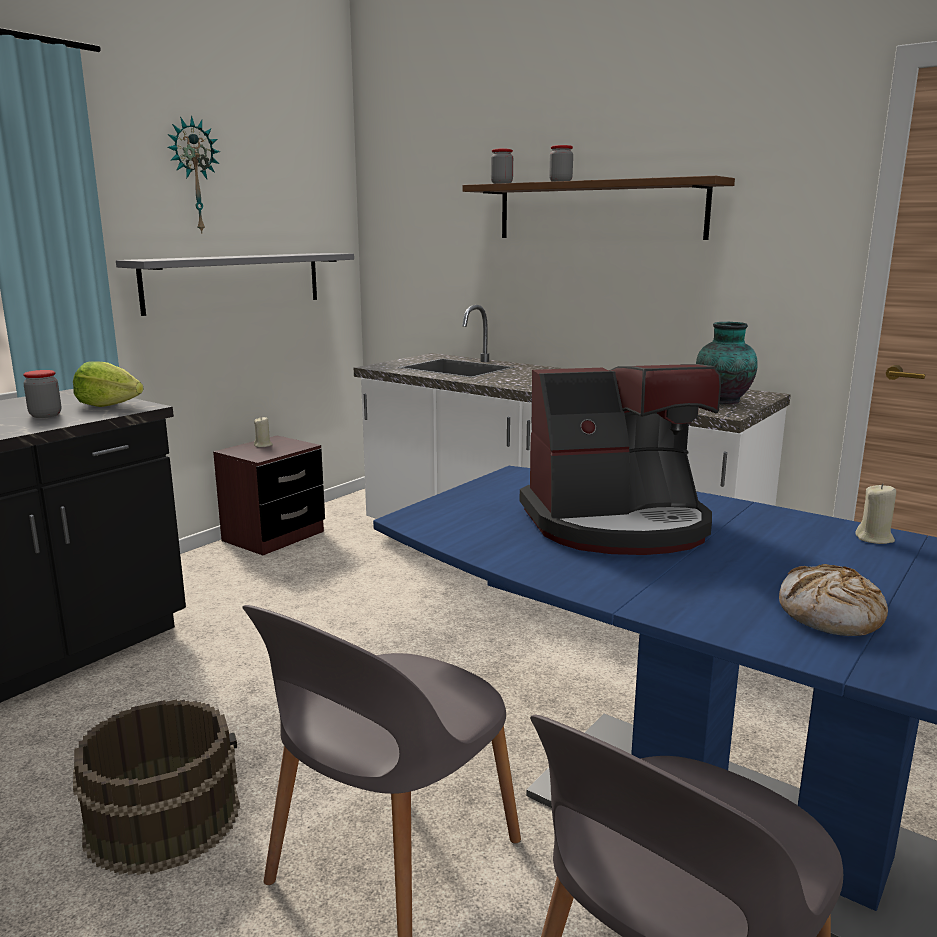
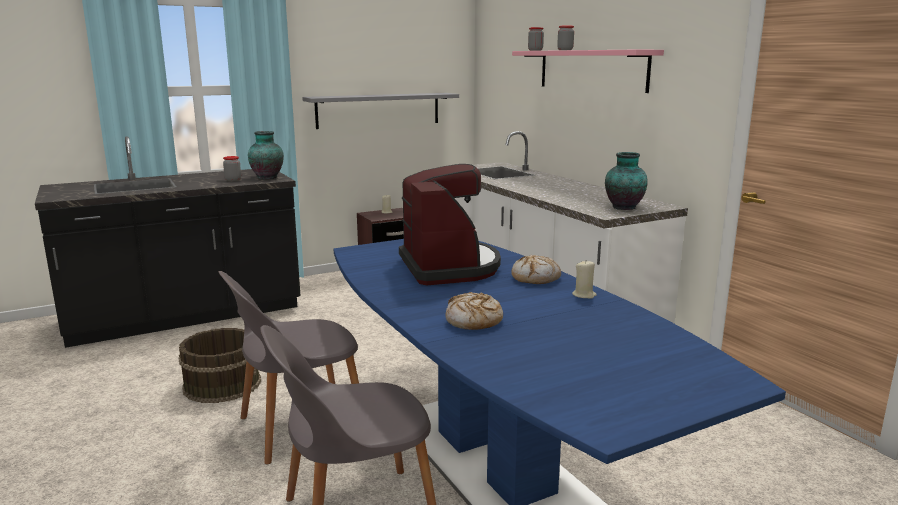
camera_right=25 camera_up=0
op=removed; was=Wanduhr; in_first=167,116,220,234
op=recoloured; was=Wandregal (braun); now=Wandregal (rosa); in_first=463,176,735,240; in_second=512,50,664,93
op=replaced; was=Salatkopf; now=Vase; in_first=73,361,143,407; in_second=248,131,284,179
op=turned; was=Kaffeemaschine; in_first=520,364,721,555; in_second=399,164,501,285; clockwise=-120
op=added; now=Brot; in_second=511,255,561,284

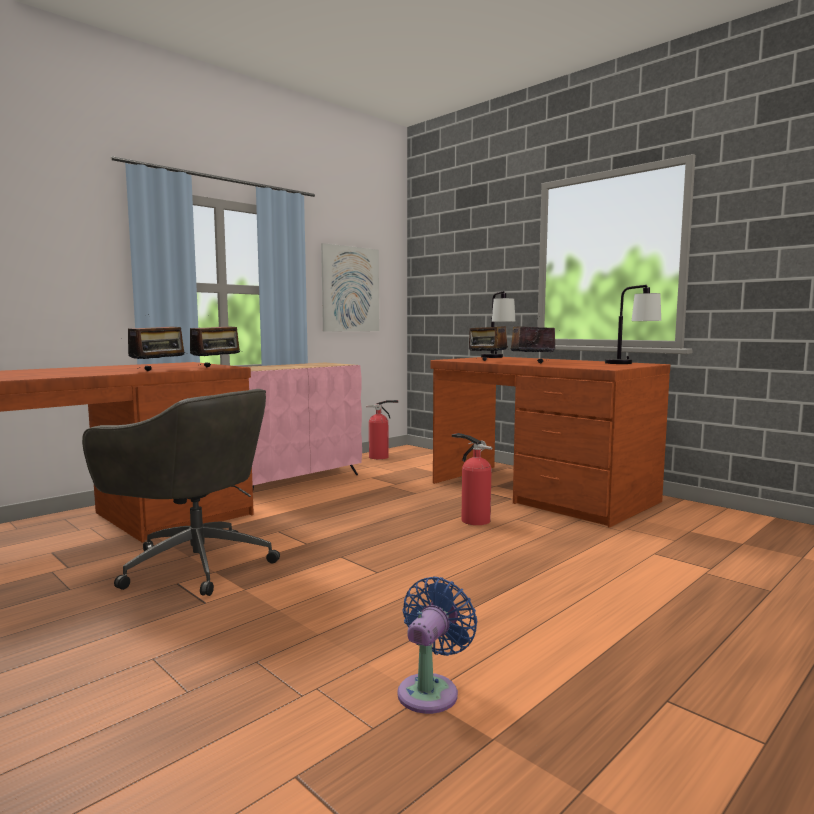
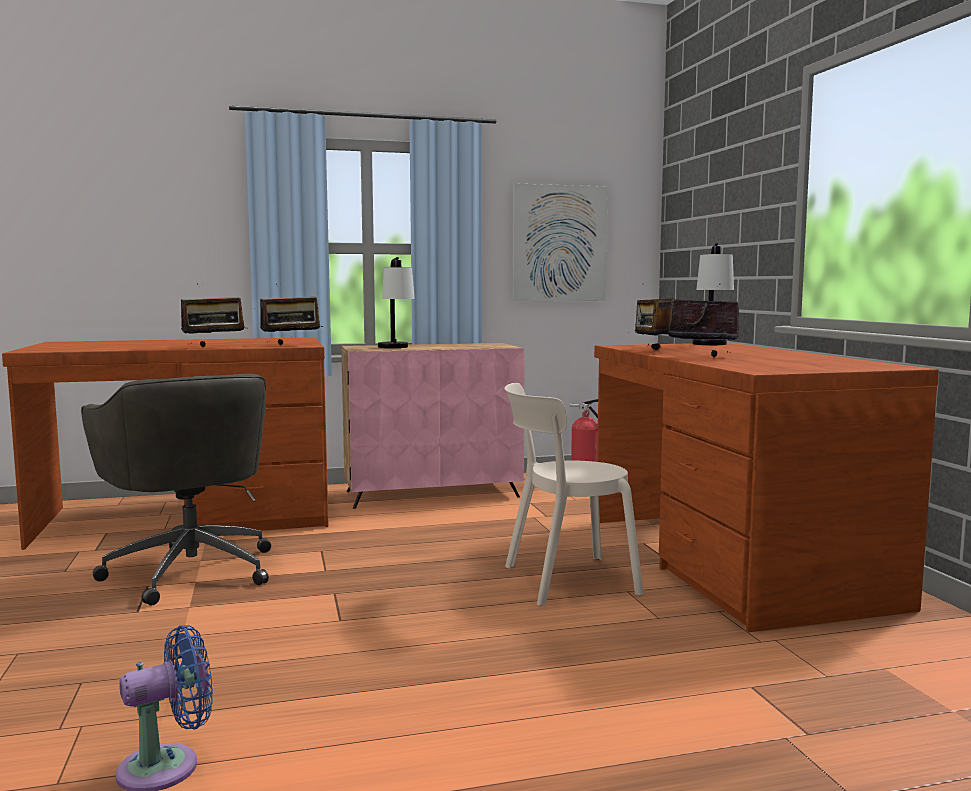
camera_right=30 camera_up=0
op=moved; was=Tischlampe; in_first=605,285,661,364; in_second=378,257,415,348
op=replaced; was=Feuerlöscher; now=Stuhl (beige); in_first=452,433,492,525; in_second=504,382,643,606

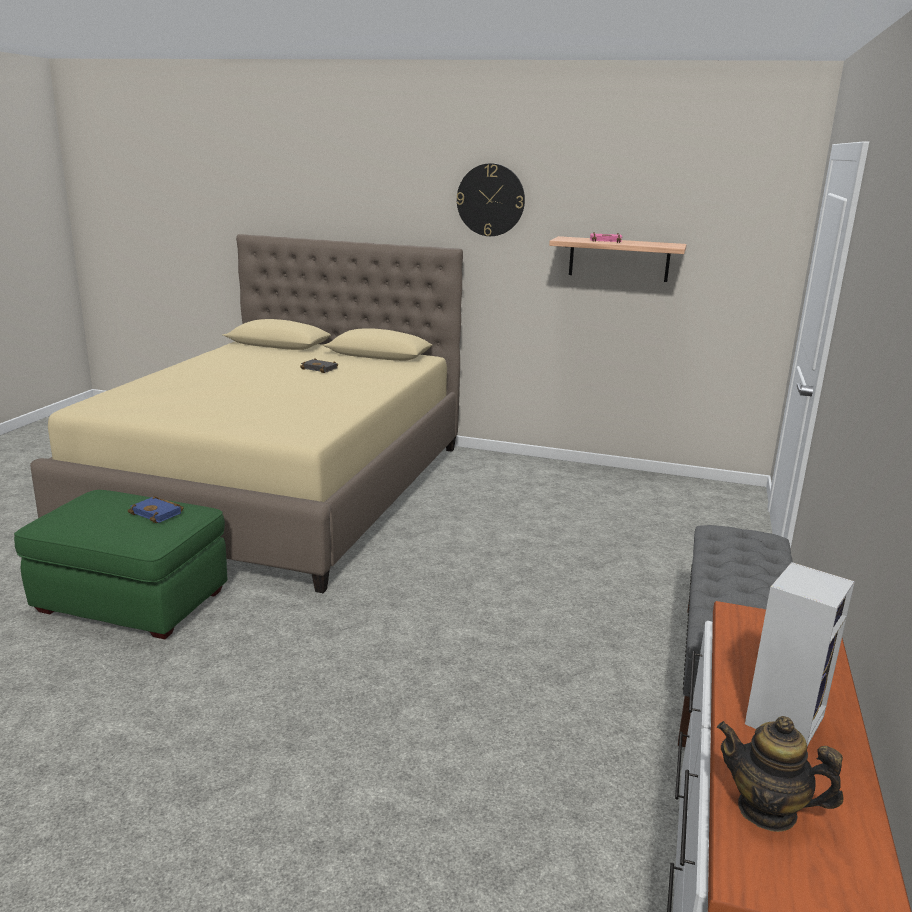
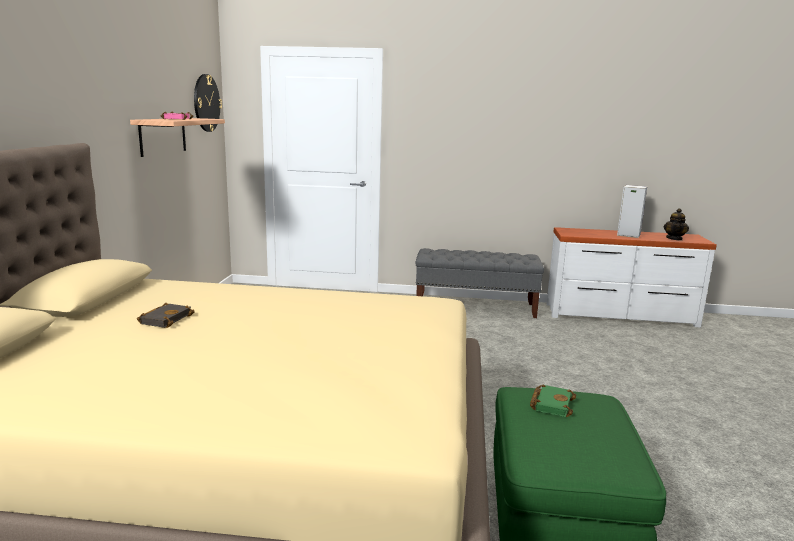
camera_right=-100 camera_up=-5
op=moved; was=Wanduhr; in_first=457,163,525,236; in_second=194,74,222,132
op=recoloured; was=Buch (blau); now=Buch (grün); in_first=128,496,184,523; in_second=530,384,576,417

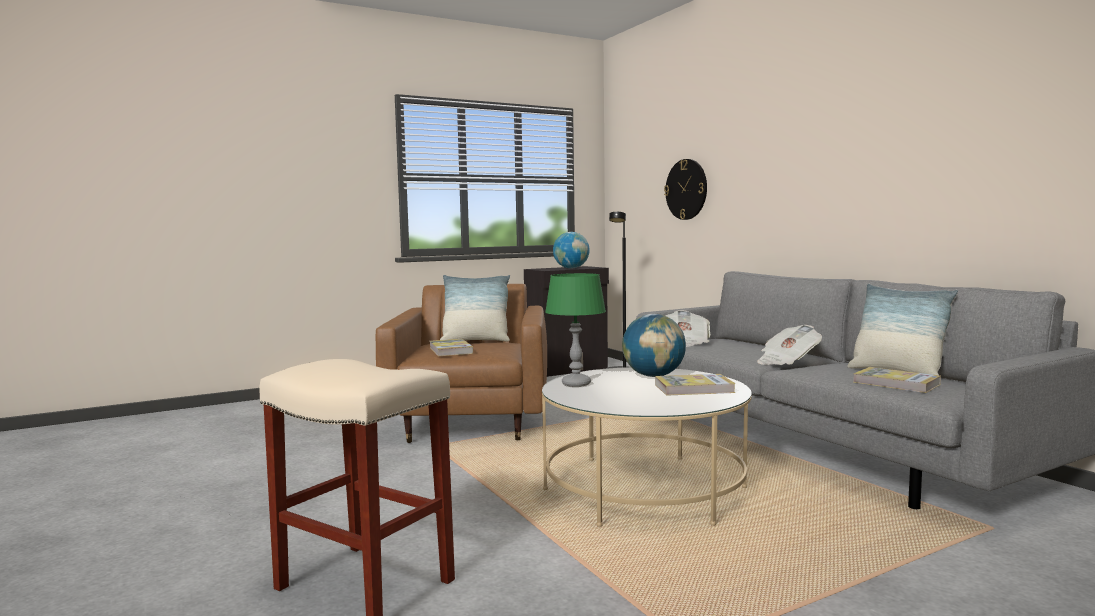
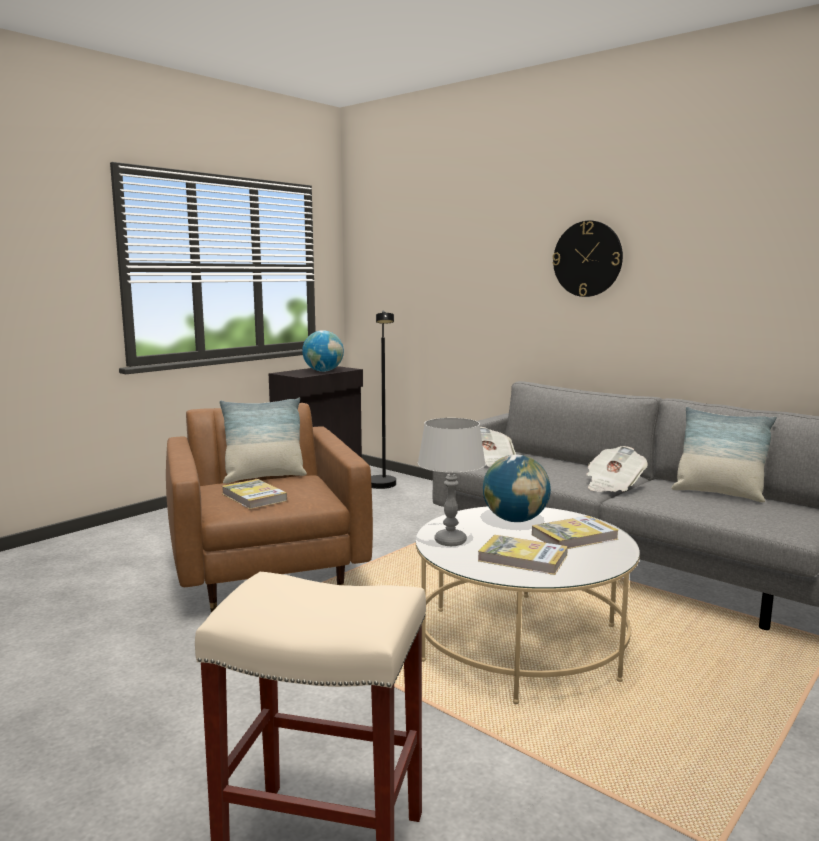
camera_right=-20 camera_up=5
op=moved; was=Wanduhr; in_first=664,159,707,220; in_second=552,221,623,297
op=recoloured; was=Tischlampe (grün); now=Tischlampe (grau); in_first=545,273,606,387; in_second=418,418,486,546
op=moved; was=Buch; in_first=853,367,941,393; in_second=478,535,568,575

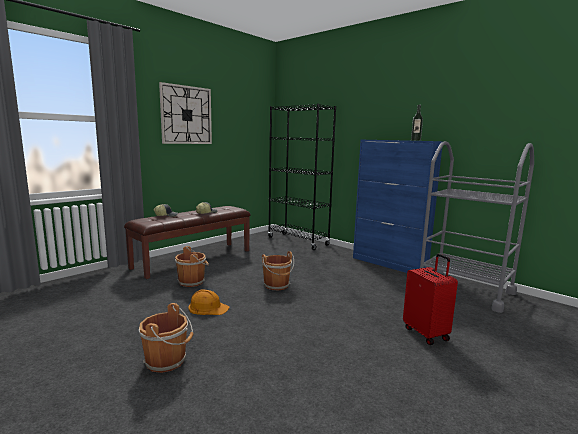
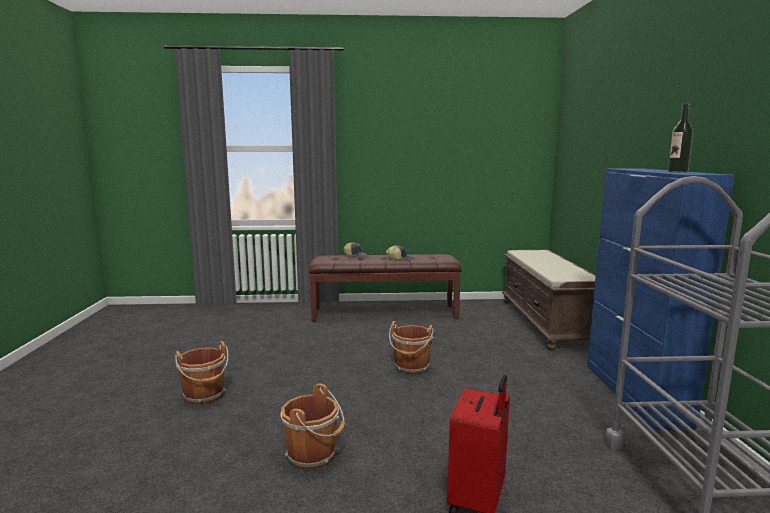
camera_right=45 camera_up=0
op=removed; was=Wanduhr; in_first=159,82,212,144
op=replaced; was=Bücherregal (schwarz); now=Bank (braun); in_first=268,104,336,250; in_second=502,250,596,351
op=moved; was=Eimer (braun); in_first=175,246,209,287; in_second=280,383,345,470
op=removed; was=Schutzhelm (orange); in_first=188,289,229,315

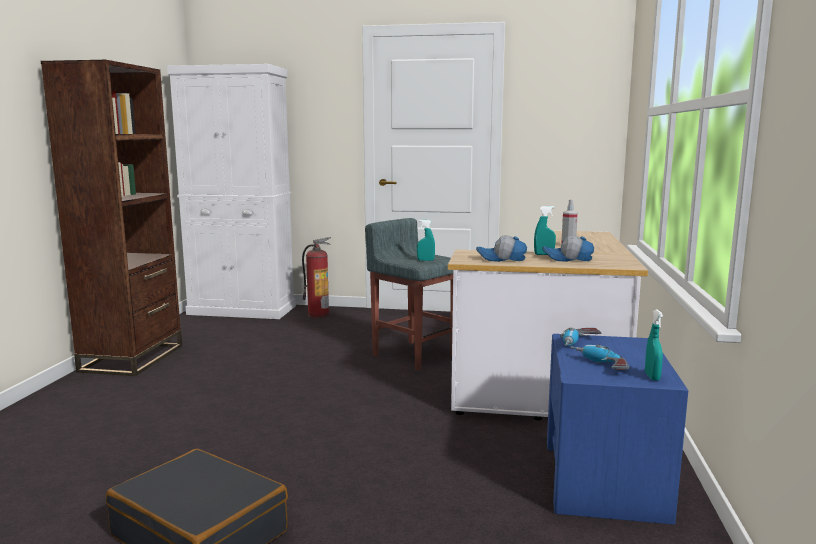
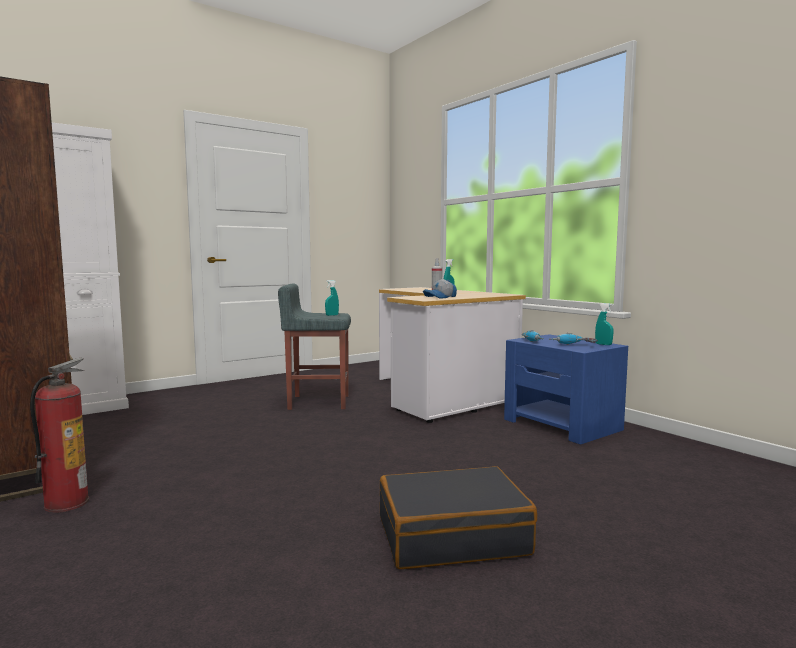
camera_right=-45 camera_up=-5
op=removed; was=Kappe; in_first=542,235,594,262
op=moved; was=Feuerlöscher; in_first=302,237,331,318; in_second=30,358,89,513

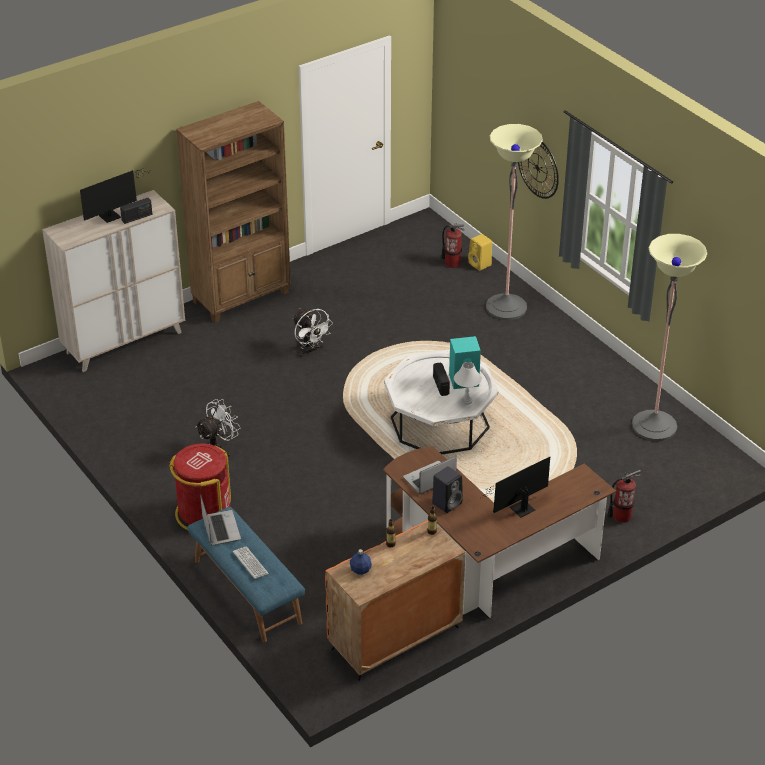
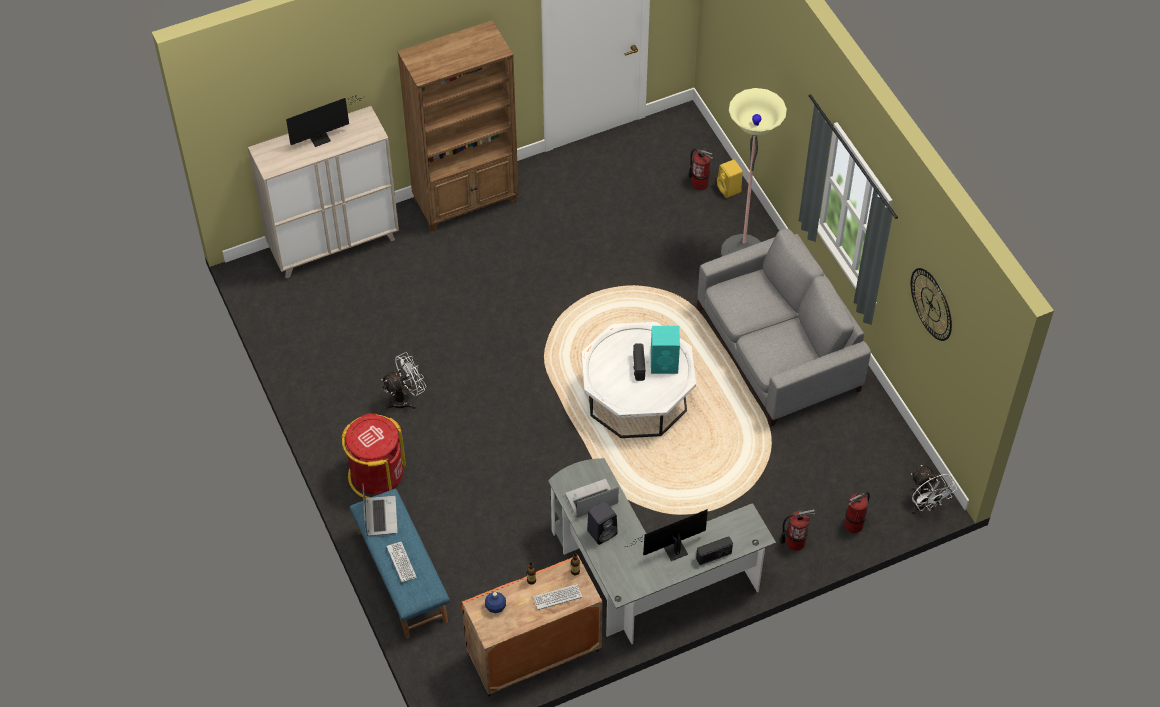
camera_right=10 camera_up=15
op=moved; was=Wanduhr; in_first=518,142,559,199; in_second=911,268,952,341
op=moved; was=Radio; in_first=120,198,152,224; in_second=696,537,733,565
op=removed; was=Stehlampe; in_first=632,234,707,441
op=moved; was=Ventilator (weiß); in_first=293,309,333,357; in_second=911,465,957,514
op=removed; was=Tischlampe (weiß); in_first=454,362,482,405
op=recoloured; was=Schreibtisch (braun); now=Schreibtisch (grau); in_first=383,446,616,618; in_second=548,458,776,644
op=added; now=Sofa (grau); in_second=697,229,871,426
op=added; now=Feuerlöscher; in_second=844,492,870,533
op=added; now=Tastatur; in_second=533,584,582,610

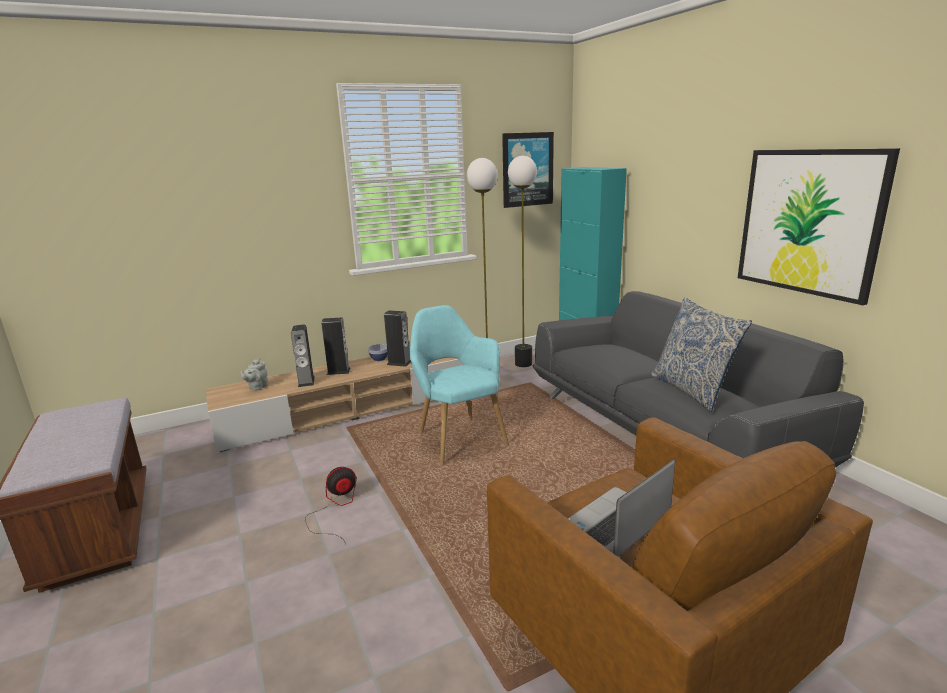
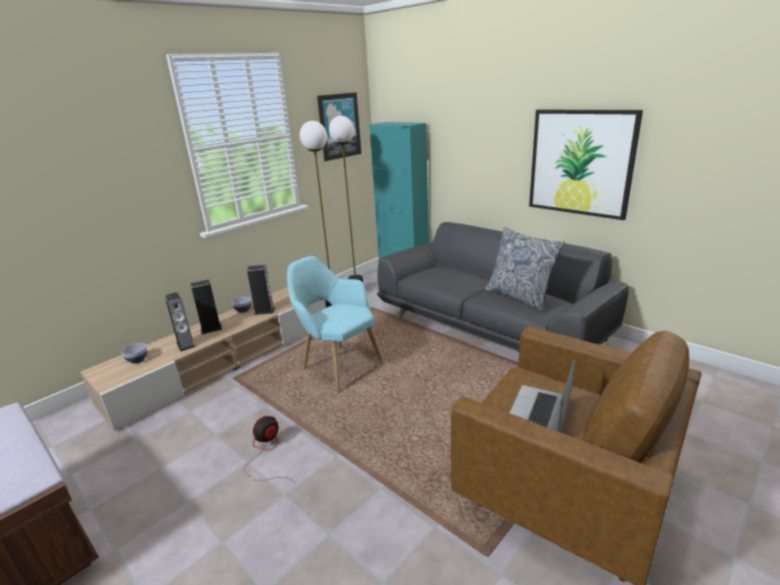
camera_right=-20 camera_up=5
op=replaced; was=Teekanne (grau); now=Schüssel; in_first=240,358,268,391; in_second=122,343,147,364

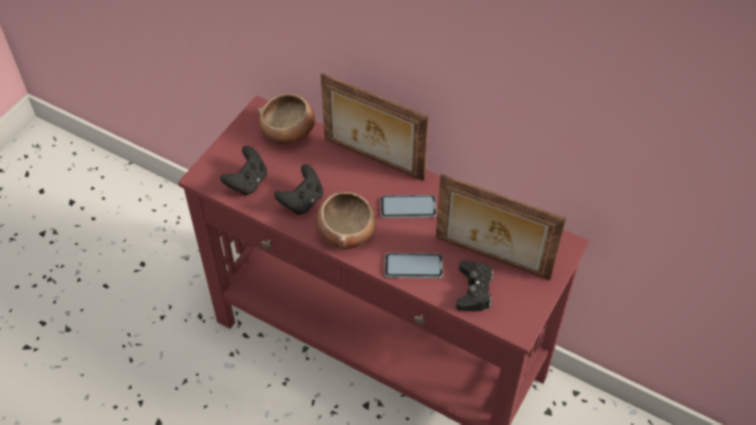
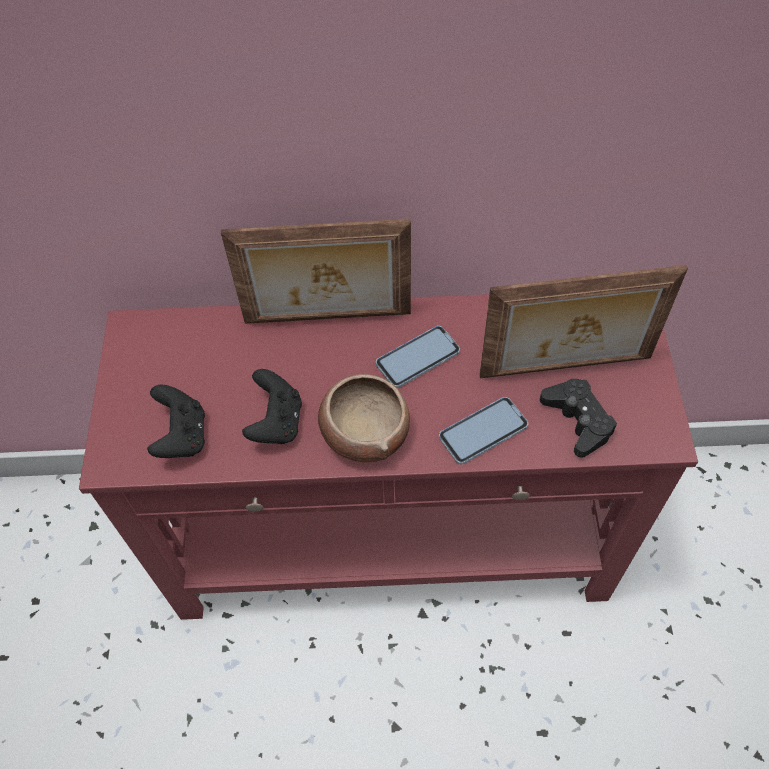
camera_right=-30 camera_up=5
op=removed; was=Schüssel; in_first=258,94,315,145

